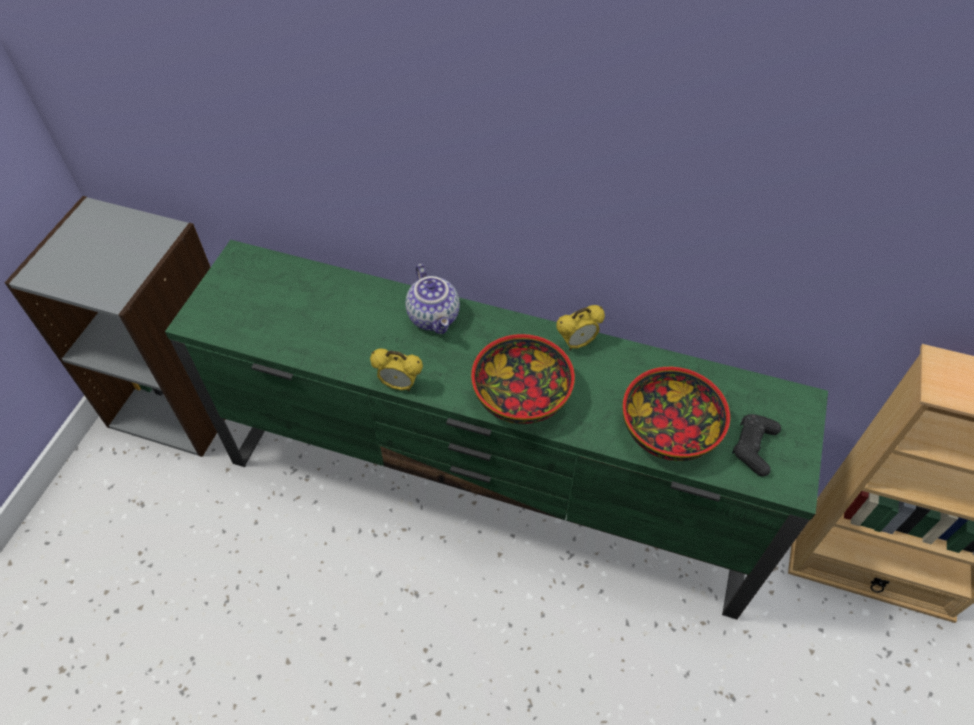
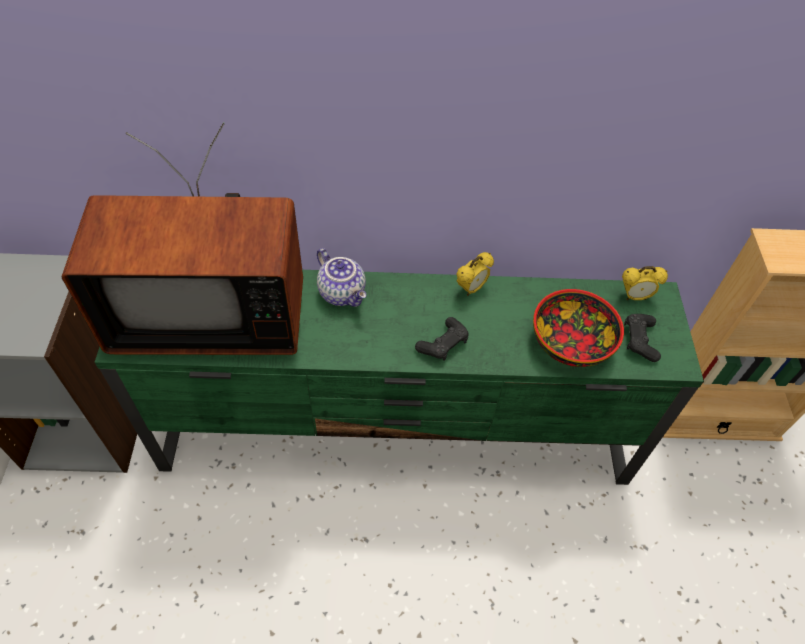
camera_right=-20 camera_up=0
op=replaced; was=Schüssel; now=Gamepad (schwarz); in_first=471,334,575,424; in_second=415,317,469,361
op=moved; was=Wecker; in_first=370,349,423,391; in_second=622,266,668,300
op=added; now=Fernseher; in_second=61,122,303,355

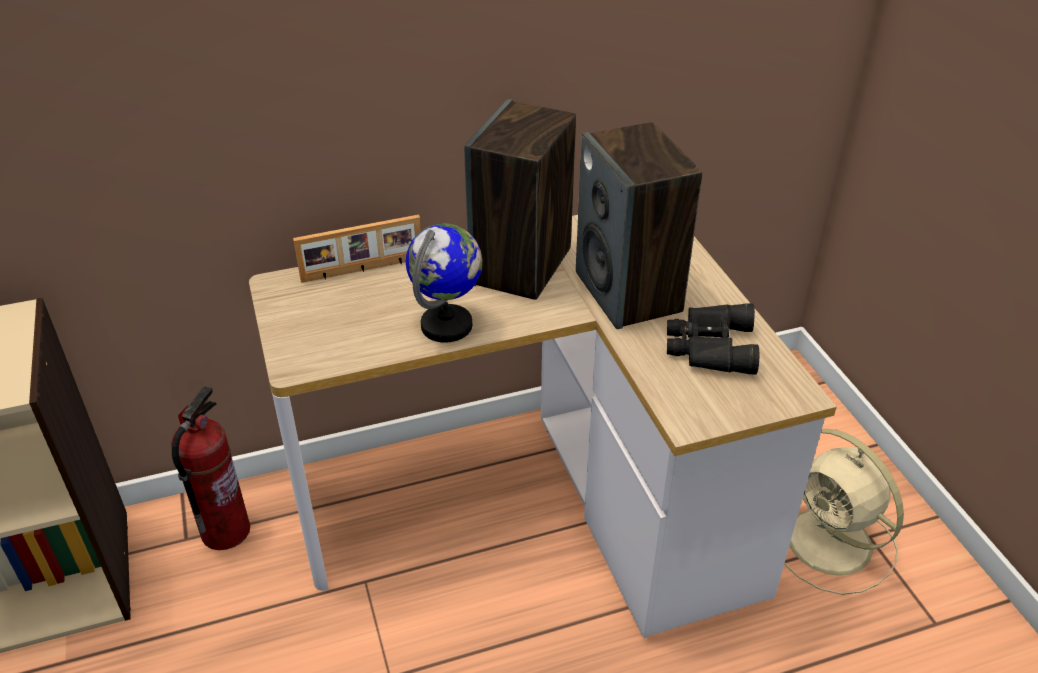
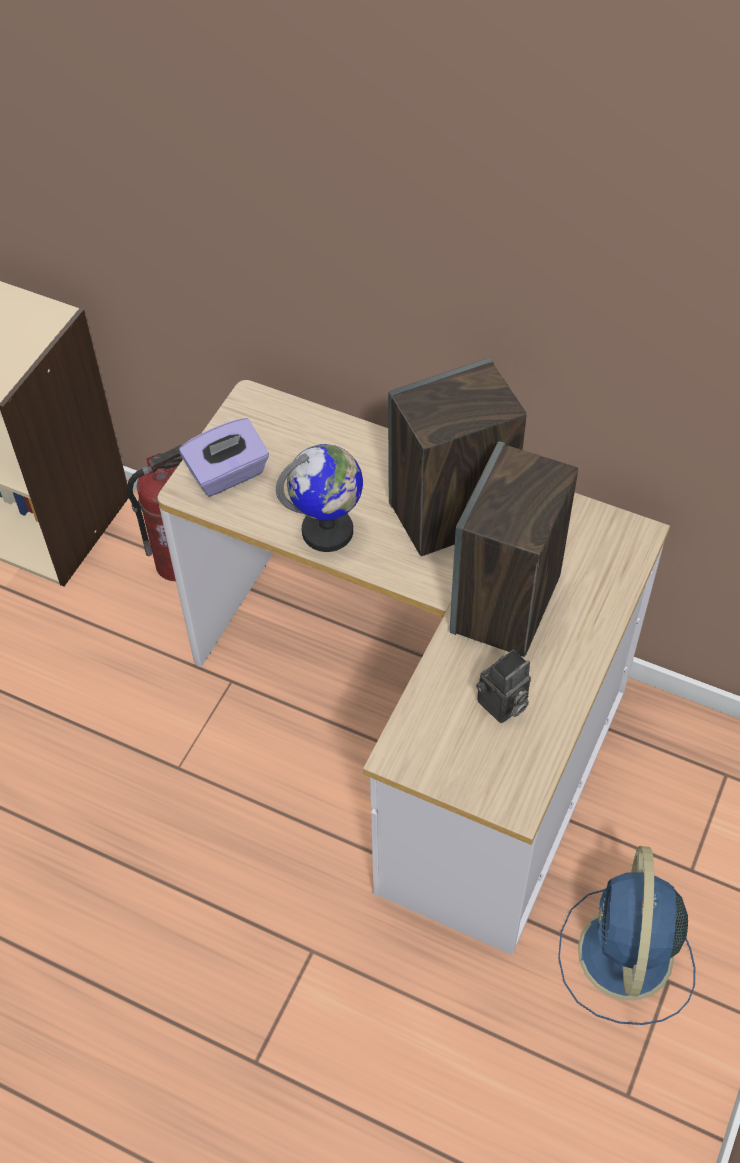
camera_right=45 camera_up=15
op=removed; was=Bilderrahmen; in_first=293,215,421,283
op=replaced; was=Fernglas (schwarz); now=Kamera; in_first=667,303,760,375; in_second=476,649,531,723
op=recoloured; was=Ventilator (beige); now=Ventilator (blau); in_first=784,429,904,595; in_second=558,846,695,1025
op=added; now=Taschentuchbox (lila); in_second=179,418,269,497

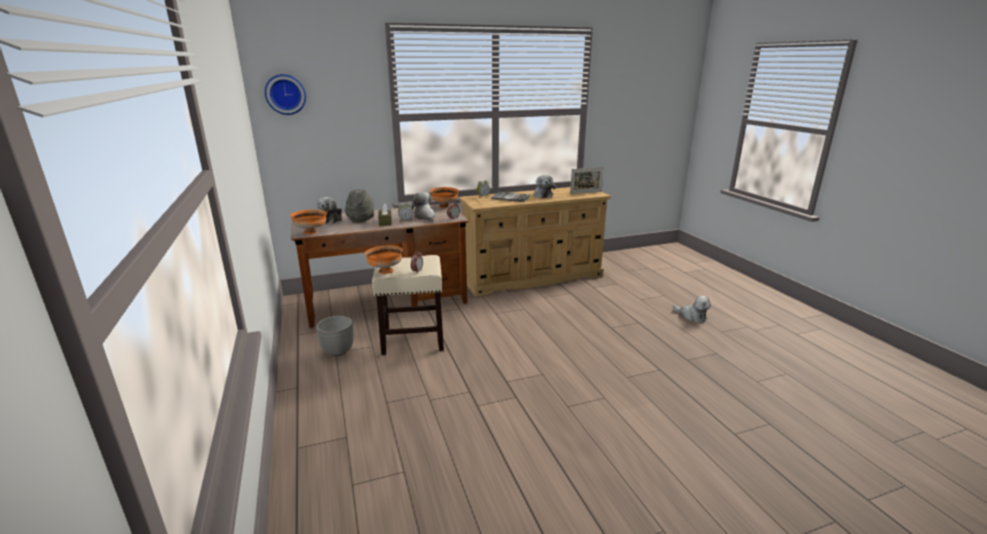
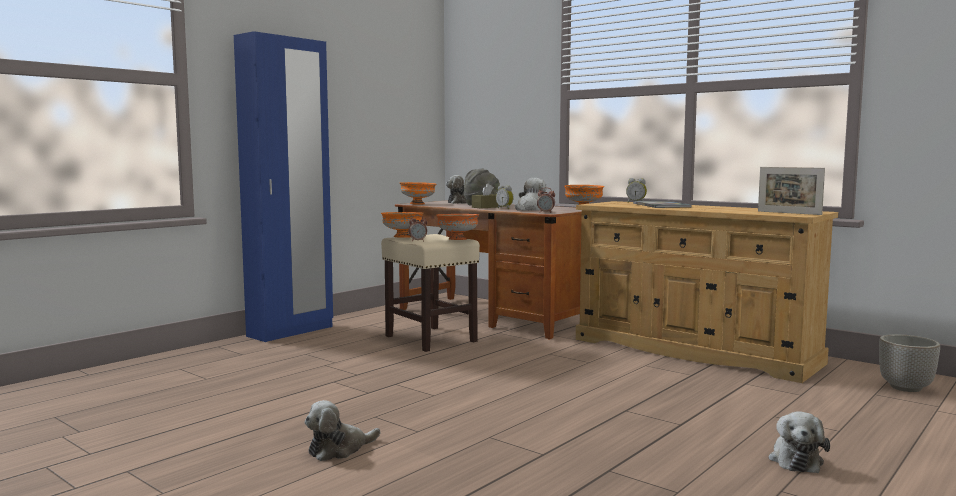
camera_right=60 camera_up=-15
op=removed; was=Wanduhr; in_first=265,74,306,115
op=moved; was=Plüschtier; in_first=533,175,555,198; in_second=304,400,380,461
op=moved; was=Pflanzkübel; in_first=316,316,353,357; in_second=879,334,940,392
op=added; now=Kleiderschrank (blau); in_second=234,31,333,342
op=added; now=Schüssel (orange); in_second=436,214,479,240

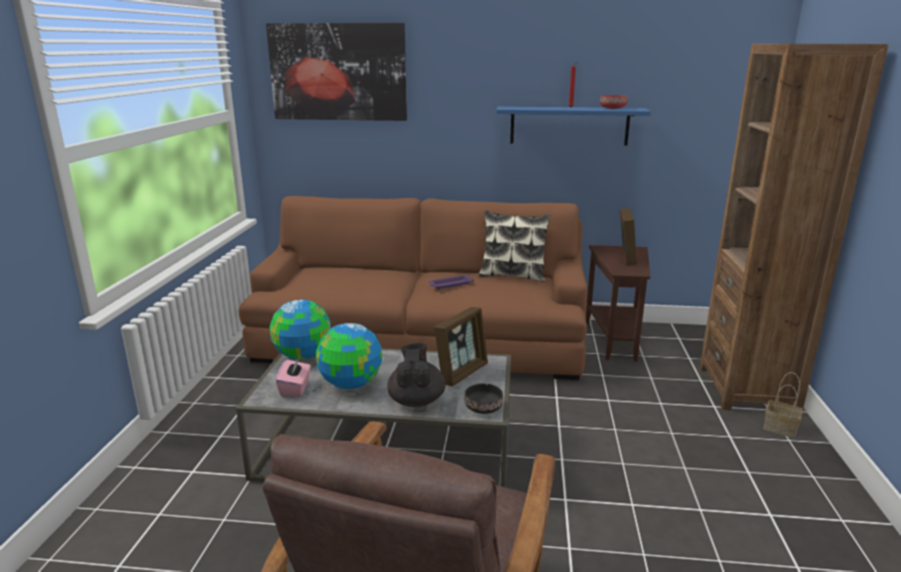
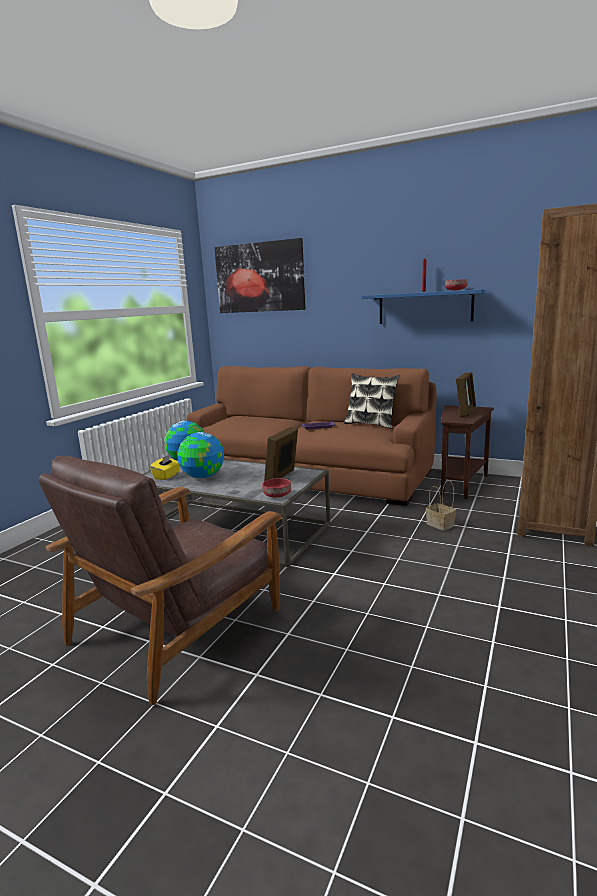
camera_right=20 camera_up=-5
op=turned; was=Bilderrahmen; in_first=434,307,488,386; in_second=264,427,298,481; clockwise=150
op=removed; was=Teekanne (schwarz); in_first=387,343,445,407
op=recoloured; was=Taschentuchbox (rosa); now=Taschentuchbox (gelb); in_first=276,358,311,397; in_second=150,454,180,480
op=moved; was=Korb; in_first=764,372,802,438; in_second=426,480,456,531
op=recoloured; was=Schüssel (schwarz); now=Schüssel (rot); in_first=464,383,503,414; in_second=262,478,291,498

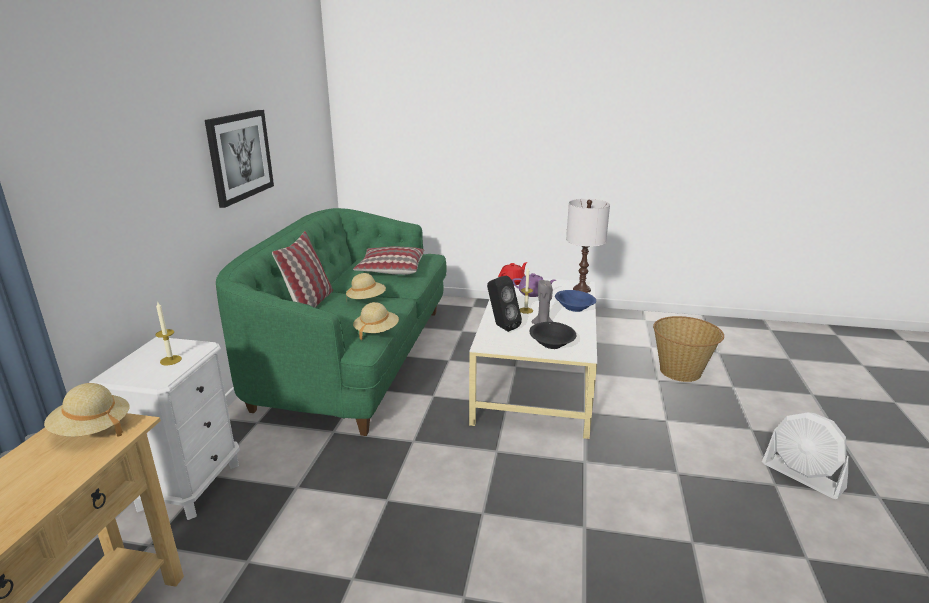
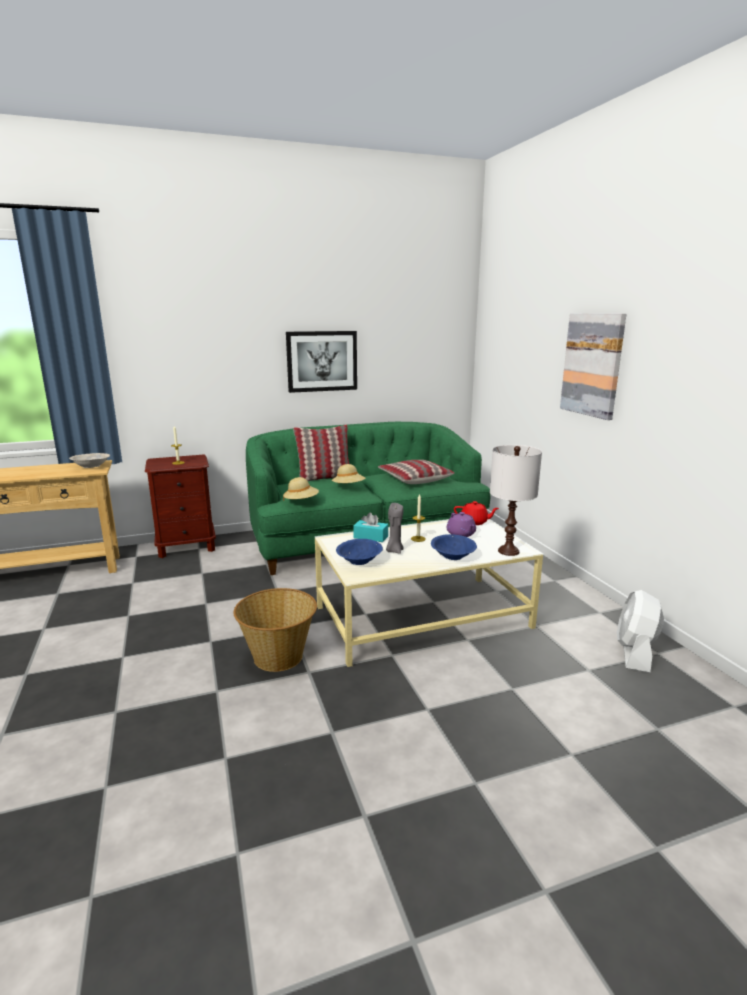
camera_right=60 camera_up=-5
op=replaced; was=Lautsprecher (schwarz); now=Taschentuchbox (türkis); in_first=487,276,522,332; in_second=353,512,388,542
op=moved; was=Korb; in_first=653,316,724,382; in_second=234,588,317,672
op=recoloured; was=Schüssel (schwarz); now=Schüssel (blau); in_first=530,322,577,349; in_second=336,539,383,565
op=recoloured; was=Nachttisch (weiß); now=Nachttisch (braun); in_first=89,337,240,520; in_second=145,454,216,558
op=replaced; was=Hut (beige); now=Schüssel (beige); in_first=44,383,129,437; in_second=69,453,110,468
op=moved; was=Ventilator (weiß); in_first=762,412,848,499; in_second=617,590,664,673
op=added; now=Bild; in_second=560,313,626,420

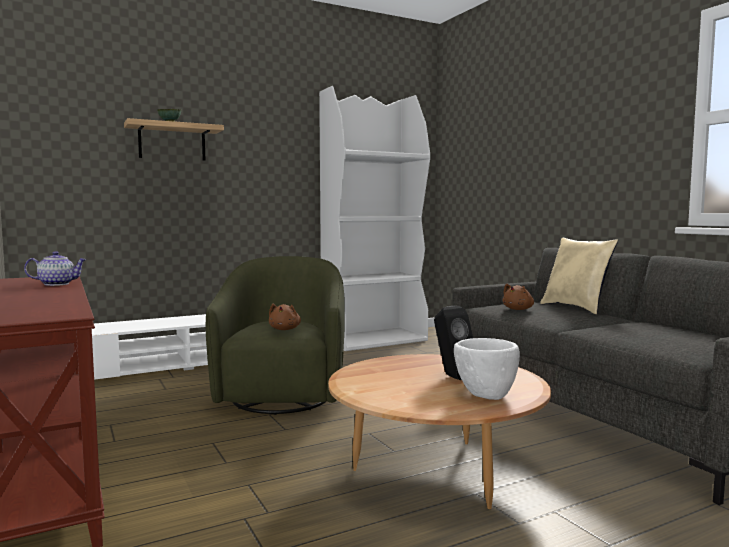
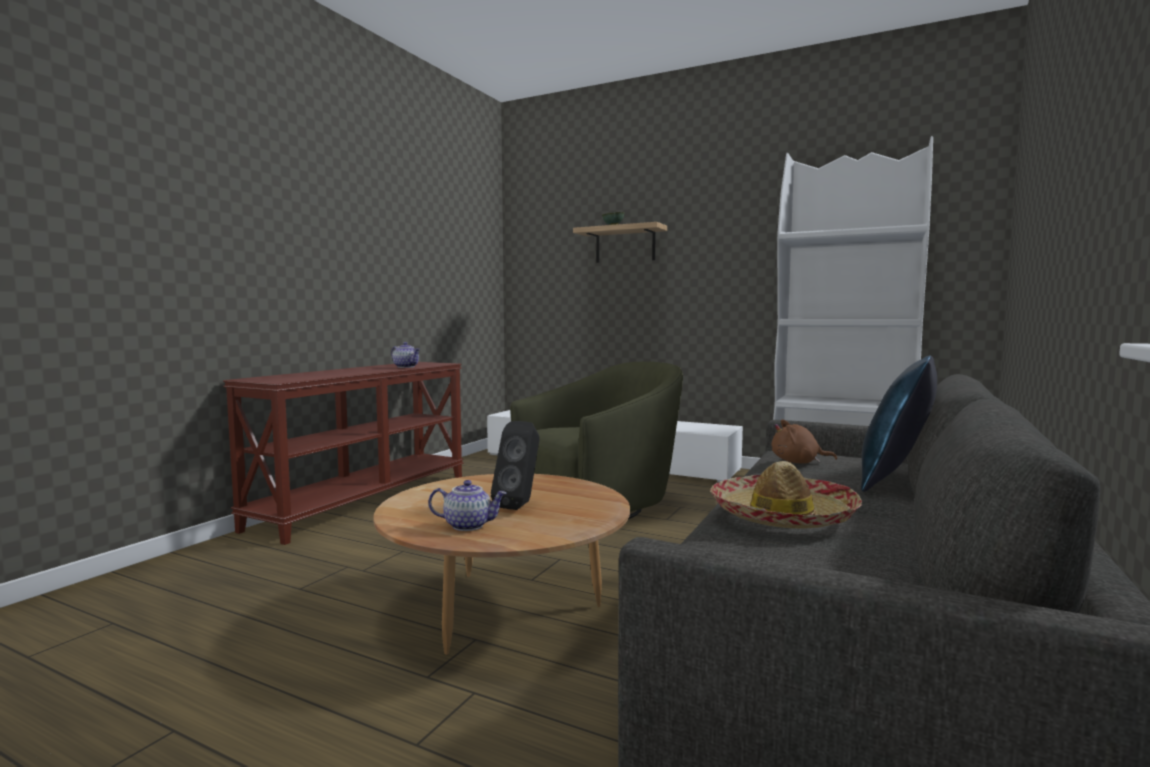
camera_right=55 camera_up=0
op=recoloured; was=Kissen (beige); now=Kissen (blau); in_first=540,238,618,314; in_second=861,356,937,492
op=removed; was=Plüschtier (braun); in_first=269,304,301,330
op=replaced; was=Schüssel (weiß); now=Teekanne; in_first=454,338,520,400; in_second=428,480,507,531
op=added; now=Hut; in_second=710,461,862,529

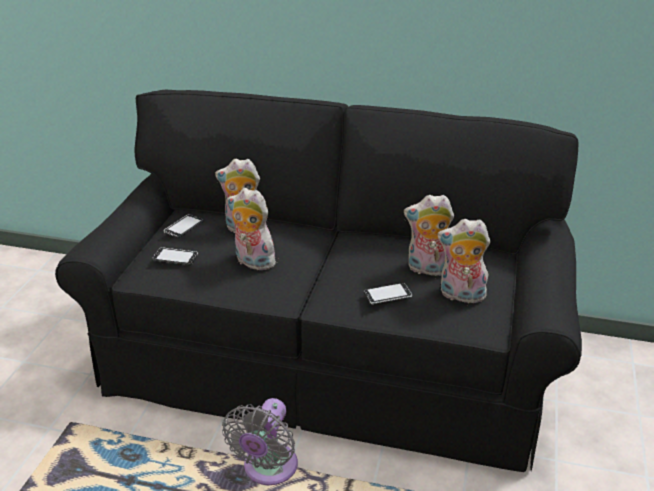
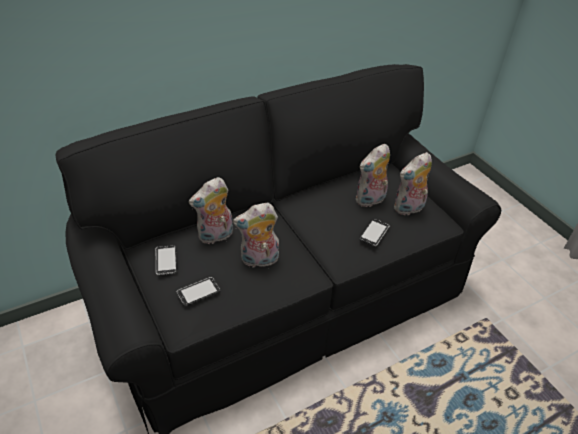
camera_right=-45 camera_up=10
op=removed; was=Ventilator (grau); in_first=222,398,298,485

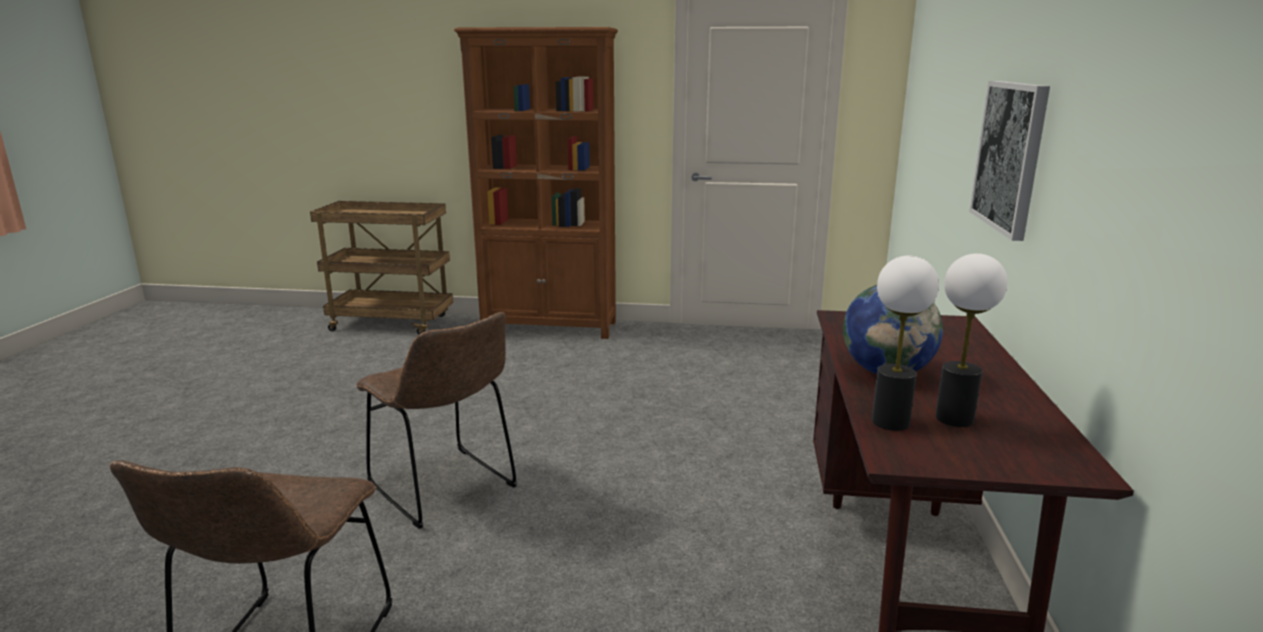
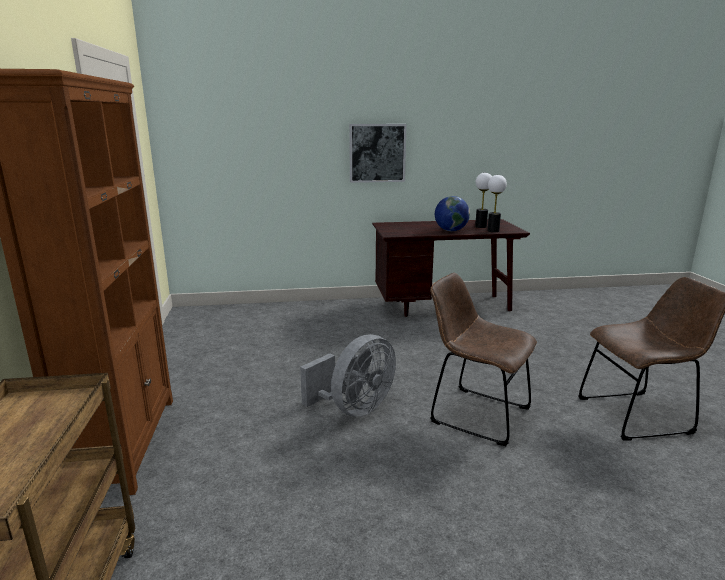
camera_right=-105 camera_up=0
op=turned; was=Stuhl (braun); in_first=356,312,517,529; in_second=430,273,537,446; clockwise=-90
op=added; now=Ventilator (grau); in_second=300,334,396,417

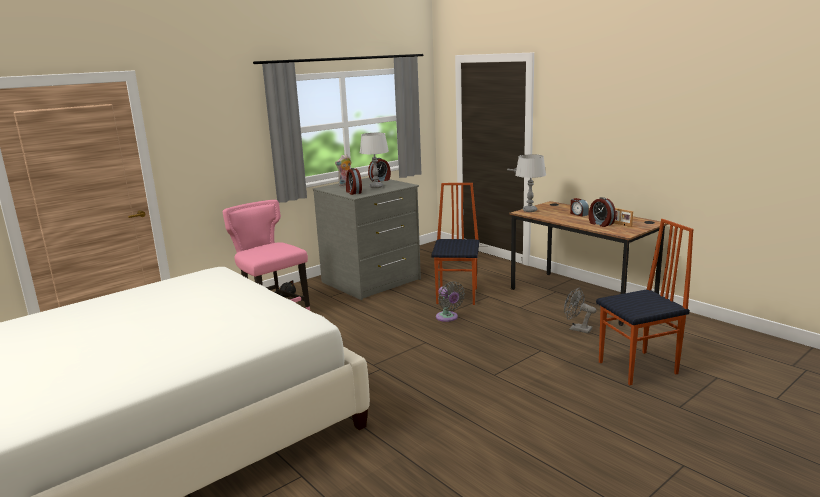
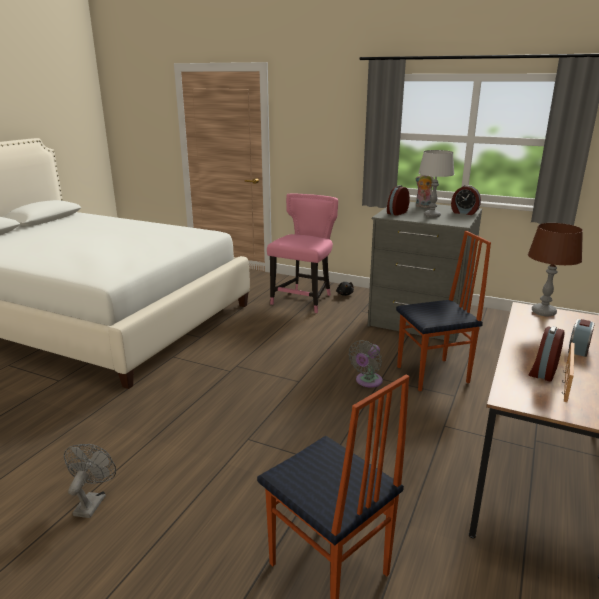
camera_right=65 camera_up=5
op=recoloured; was=Tischlampe (grau); now=Tischlampe (braun); in_first=515,154,546,212; in_second=528,223,583,316
op=moved; was=Ventilator (grau); in_first=564,288,597,333; in_second=64,444,116,518

